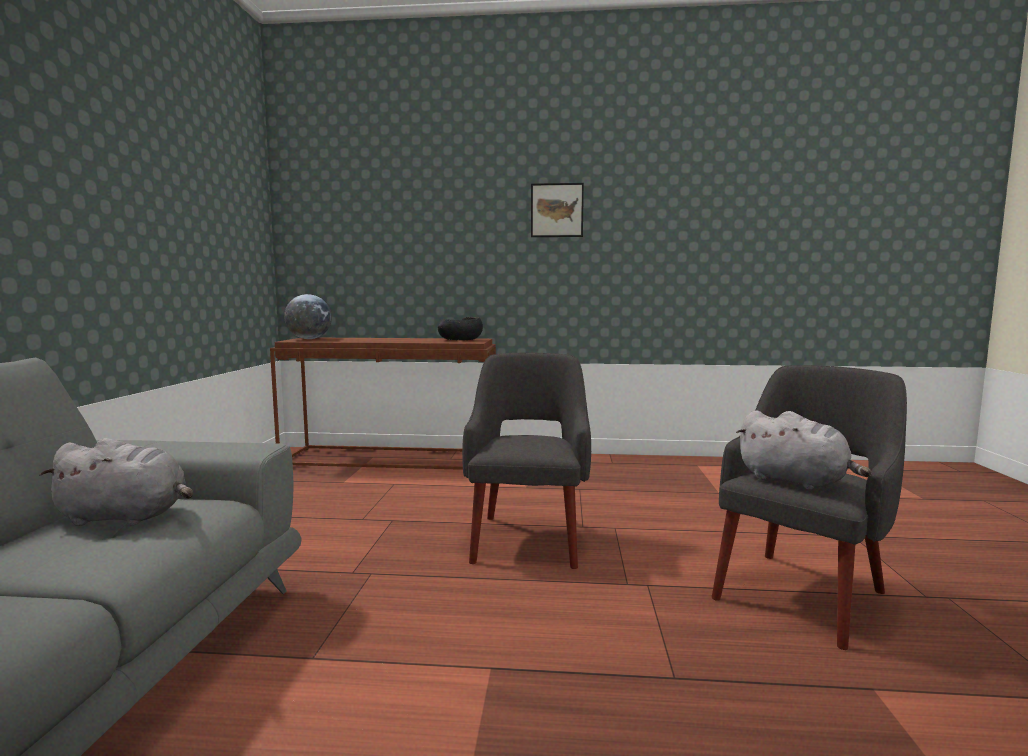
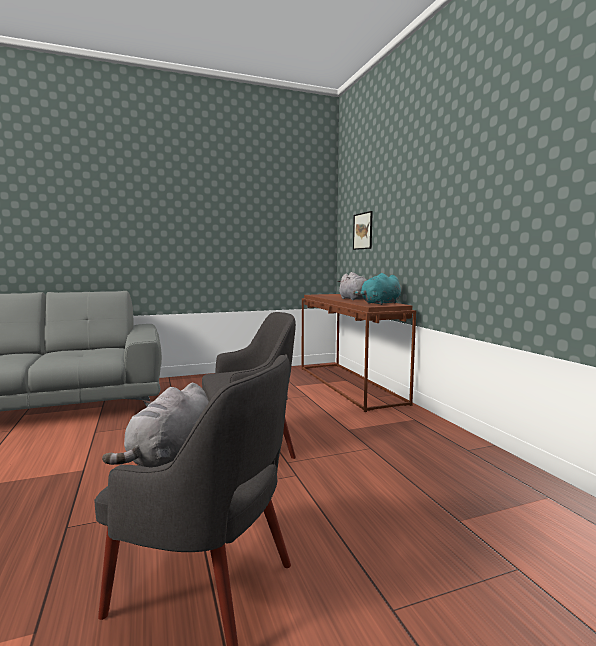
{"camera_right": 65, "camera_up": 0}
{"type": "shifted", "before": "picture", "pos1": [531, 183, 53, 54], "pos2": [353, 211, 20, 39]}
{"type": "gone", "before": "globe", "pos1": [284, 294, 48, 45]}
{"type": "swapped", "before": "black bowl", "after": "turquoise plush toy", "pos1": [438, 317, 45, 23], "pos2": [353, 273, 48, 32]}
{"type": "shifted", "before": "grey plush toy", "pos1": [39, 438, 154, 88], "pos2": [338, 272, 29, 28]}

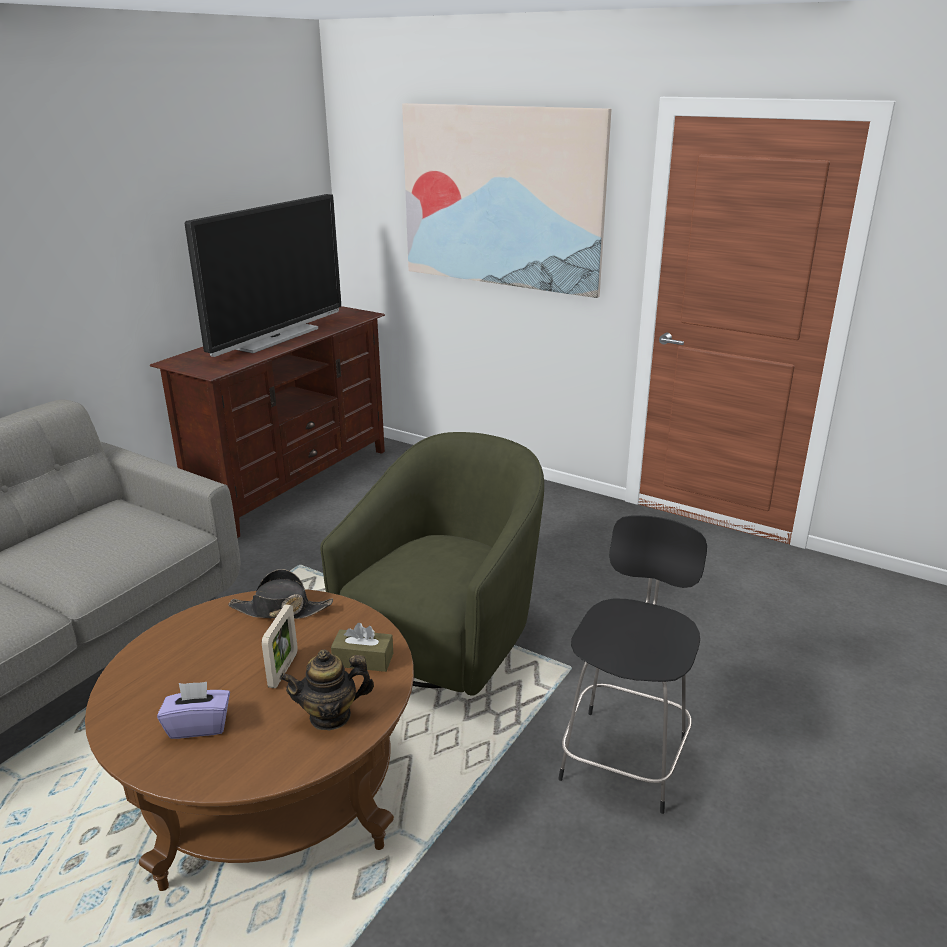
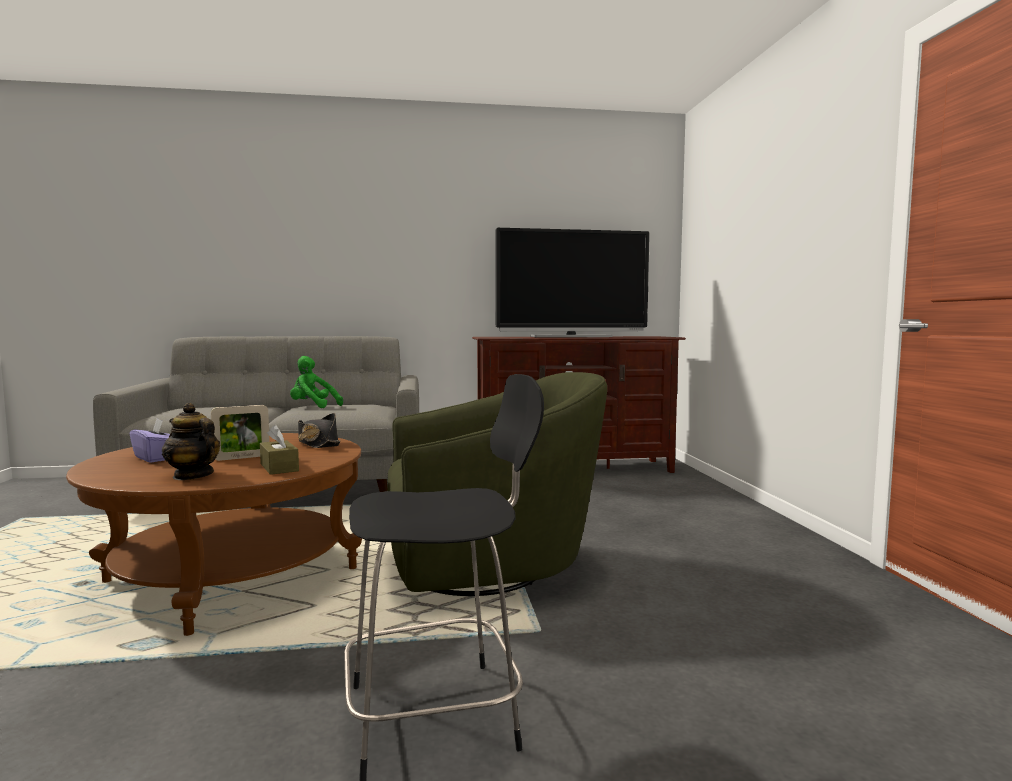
{"camera_right": 50, "camera_up": -20}
{"type": "gone", "before": "picture", "pos1": [402, 103, 209, 195]}
{"type": "new", "after": "green plush toy", "pos2": [290, 356, 53, 52]}

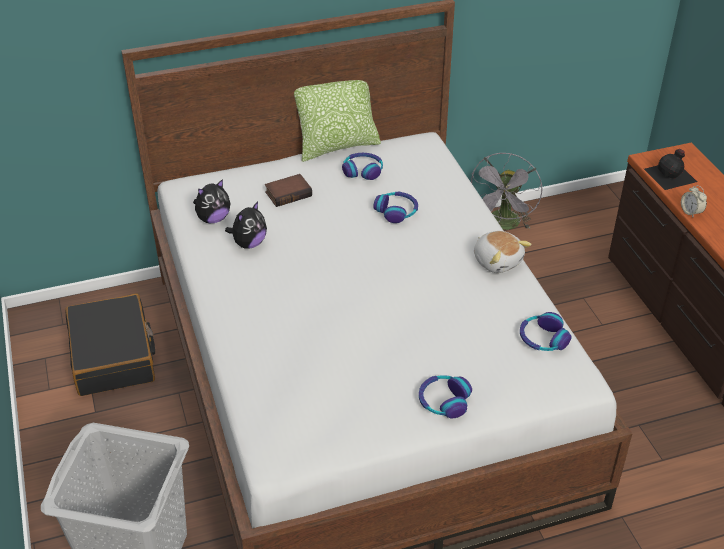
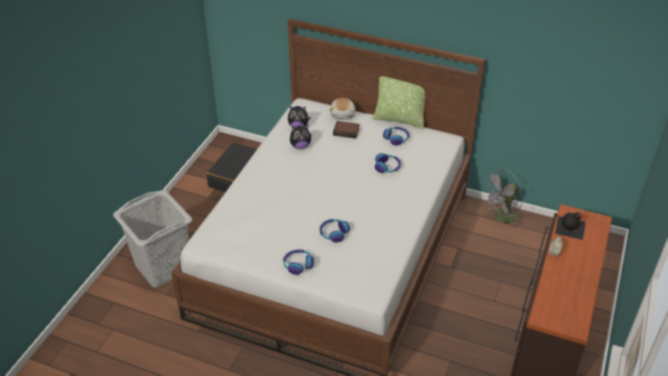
{"camera_right": 40, "camera_up": 0}
{"type": "shifted", "before": "plush toy", "pos1": [474, 231, 58, 42], "pos2": [329, 98, 26, 22]}
{"type": "shifted", "before": "headphones", "pos1": [520, 312, 52, 39], "pos2": [320, 219, 30, 23]}

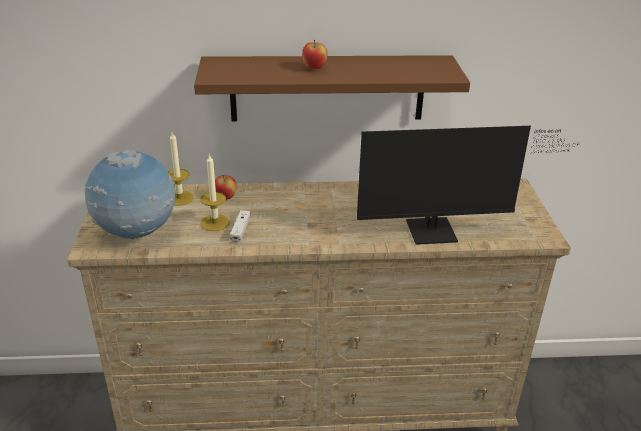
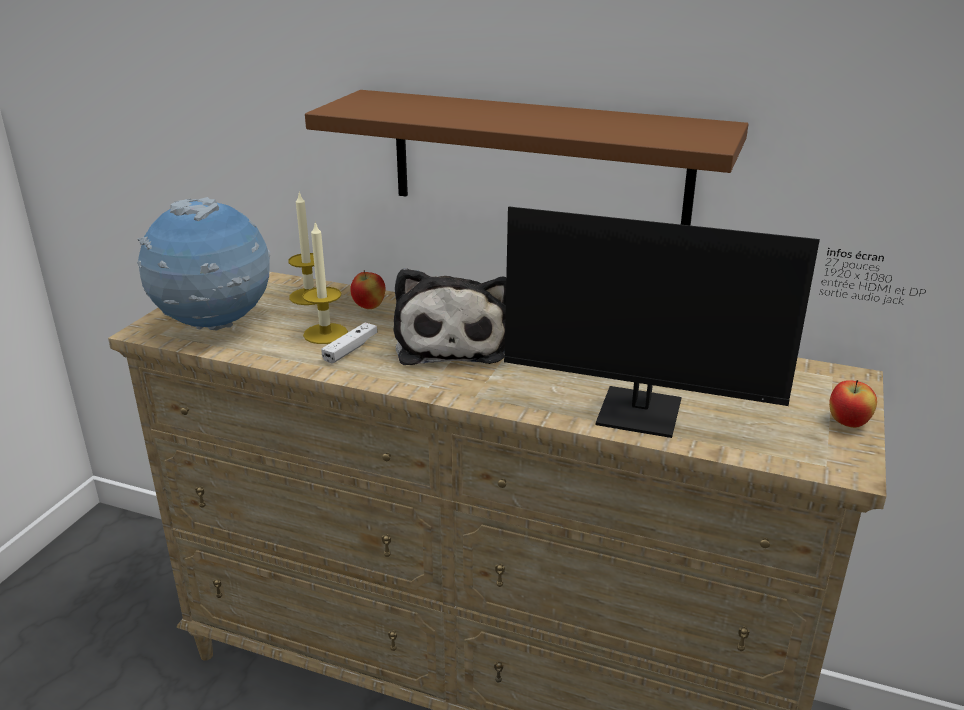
{"camera_right": 25, "camera_up": -5}
{"type": "shifted", "before": "apple", "pos1": [302, 40, 25, 30], "pos2": [829, 380, 48, 48]}
{"type": "new", "after": "plush toy", "pos2": [394, 268, 112, 97]}

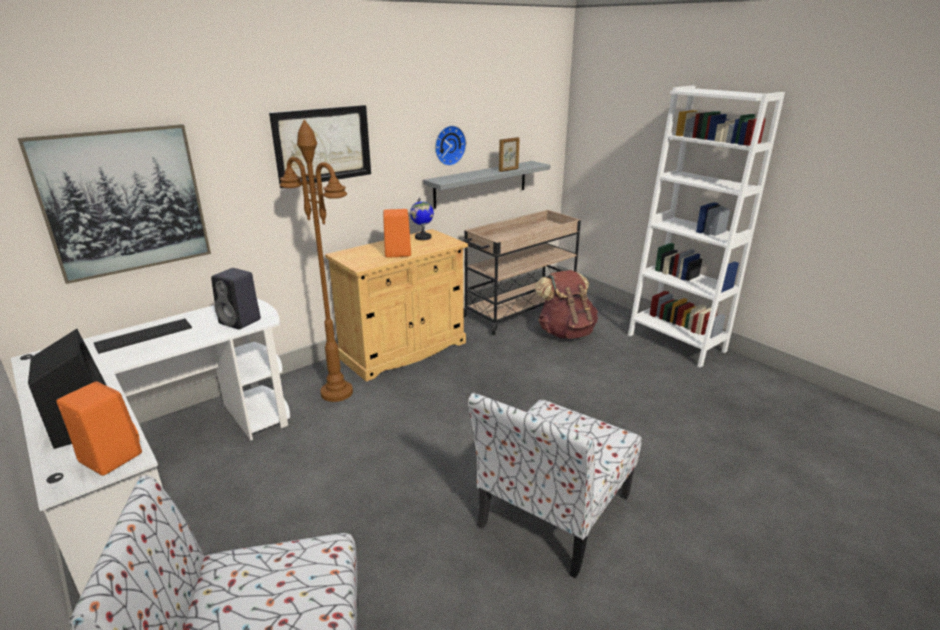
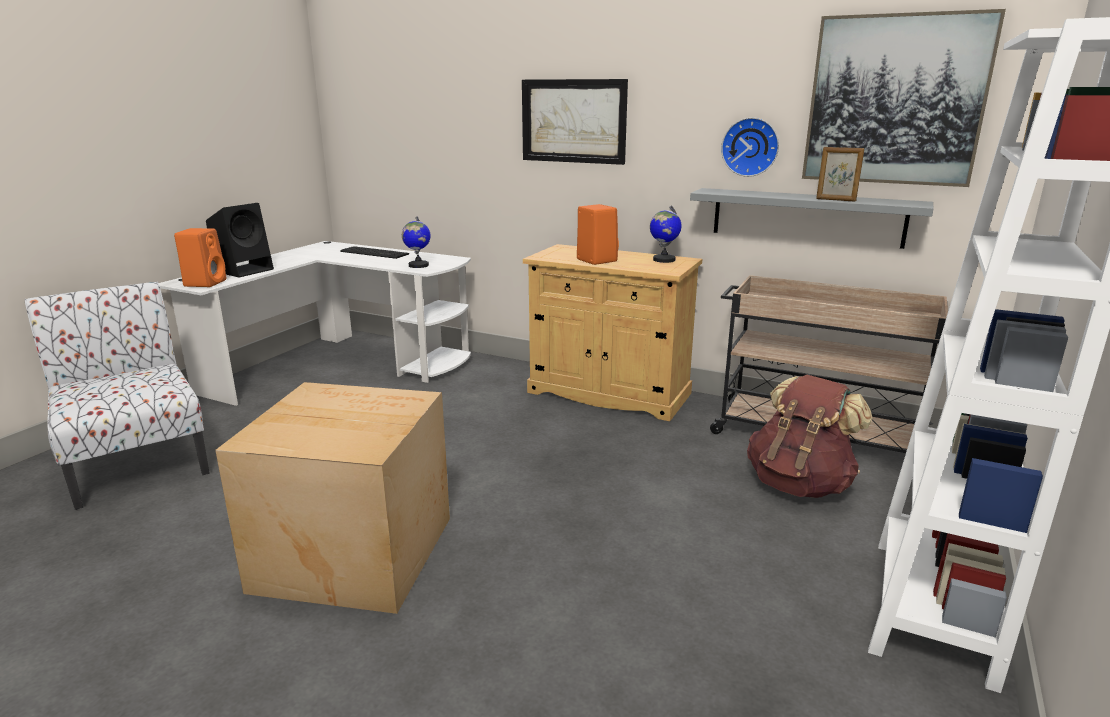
{"camera_right": 65, "camera_up": -5}
{"type": "gone", "before": "brown floor lamp", "pos1": [280, 119, 73, 283]}
{"type": "shifted", "before": "picture", "pos1": [18, 124, 193, 160], "pos2": [802, 9, 204, 178]}
{"type": "swapped", "before": "black speaker", "after": "globe", "pos1": [211, 268, 50, 62], "pos2": [402, 216, 28, 52]}
{"type": "swapped", "before": "chair", "after": "cardboard box", "pos1": [468, 393, 174, 185], "pos2": [215, 382, 235, 232]}

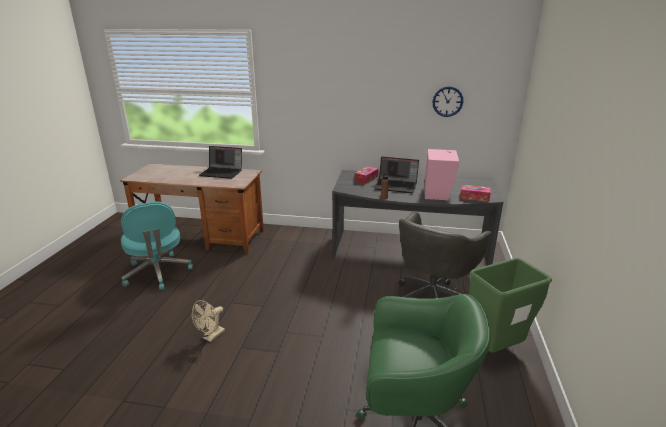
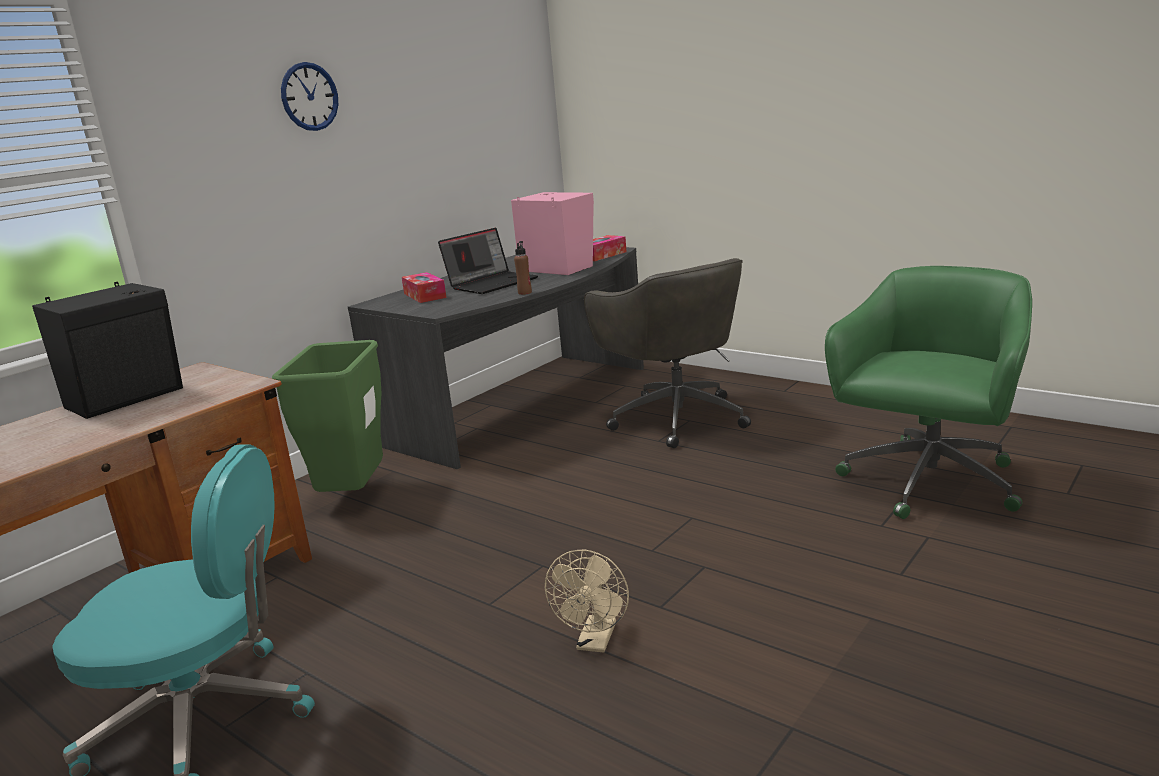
{"camera_right": -60, "camera_up": -5}
{"type": "shifted", "before": "wall clock", "pos1": [432, 86, 31, 31], "pos2": [281, 62, 57, 69]}
{"type": "swapped", "before": "laptop", "after": "black speaker", "pos1": [199, 146, 43, 33], "pos2": [32, 282, 151, 137]}
{"type": "shifted", "before": "green trash can", "pos1": [469, 258, 83, 95], "pos2": [272, 340, 111, 152]}
{"type": "rotated", "before": "beige fan", "pos1": [192, 300, 33, 42], "pos2": [545, 549, 84, 104], "turn": 45}

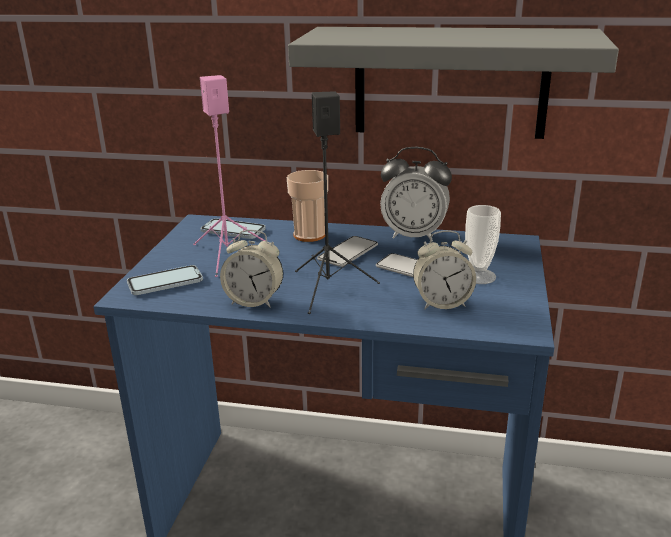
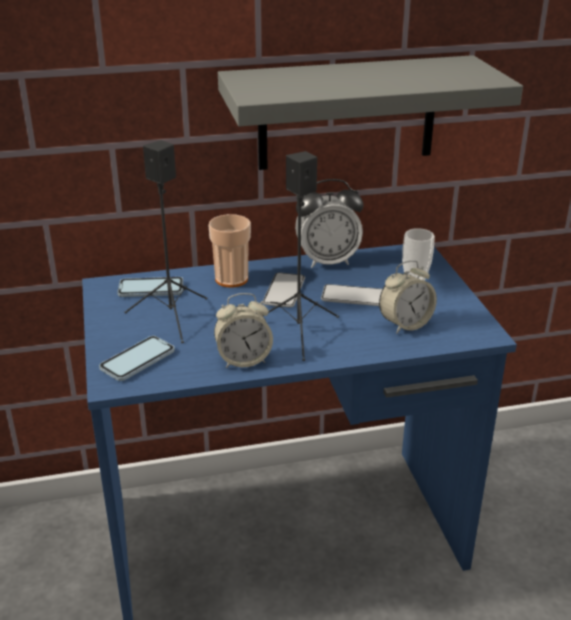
{"camera_right": -25, "camera_up": 5}
{"type": "repainted", "before": "pink speaker", "after": "black speaker", "pos1": [193, 75, 72, 202], "pos2": [125, 140, 83, 203]}

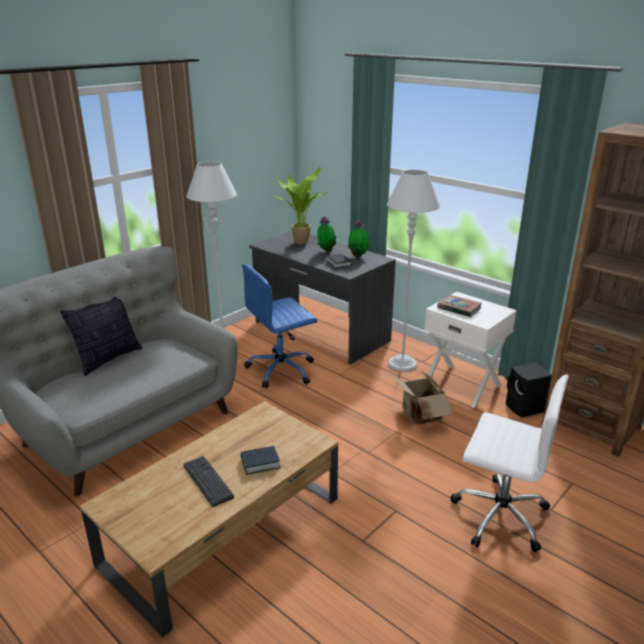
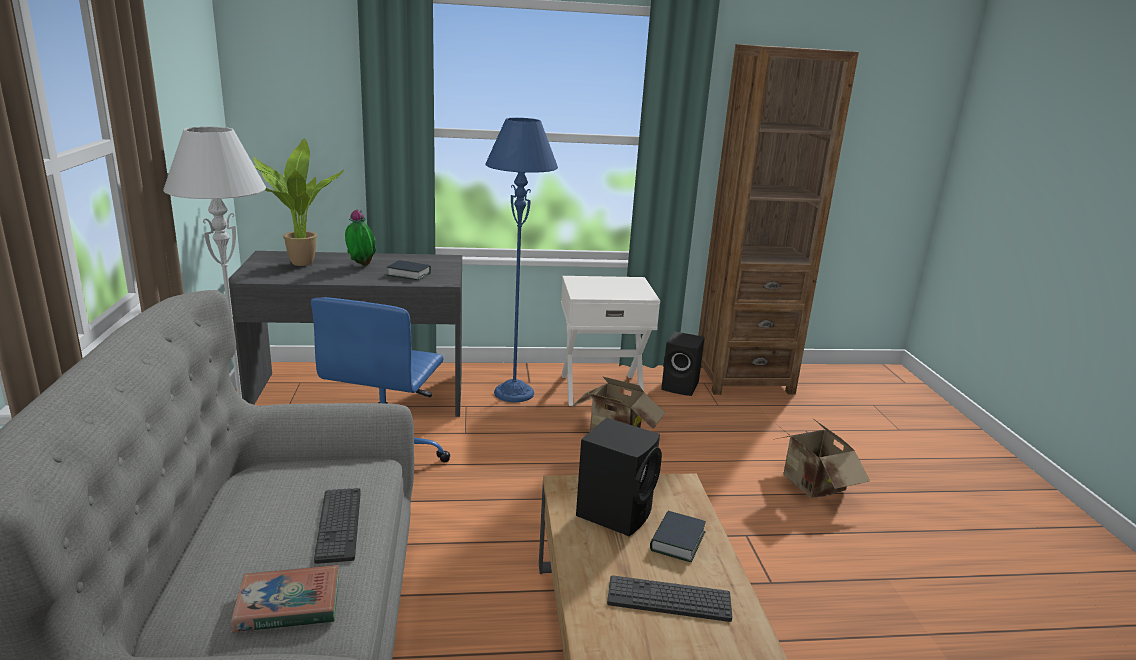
{"camera_right": -50, "camera_up": -5}
{"type": "repainted", "before": "grey floor lamp", "after": "blue floor lamp", "pos1": [387, 170, 53, 202], "pos2": [486, 118, 72, 284]}
{"type": "gone", "before": "potted plant", "pos1": [348, 220, 22, 38]}
{"type": "shifted", "before": "book", "pos1": [437, 295, 45, 22], "pos2": [231, 565, 108, 67]}
{"type": "gone", "before": "pillow", "pos1": [60, 296, 82, 80]}
{"type": "swapped", "before": "white office chair", "after": "cardboard box", "pos1": [451, 375, 118, 177], "pos2": [777, 419, 93, 79]}
{"type": "new", "after": "black speaker", "pos2": [576, 417, 86, 119]}
{"type": "new", "after": "keyboard", "pos2": [314, 488, 47, 76]}

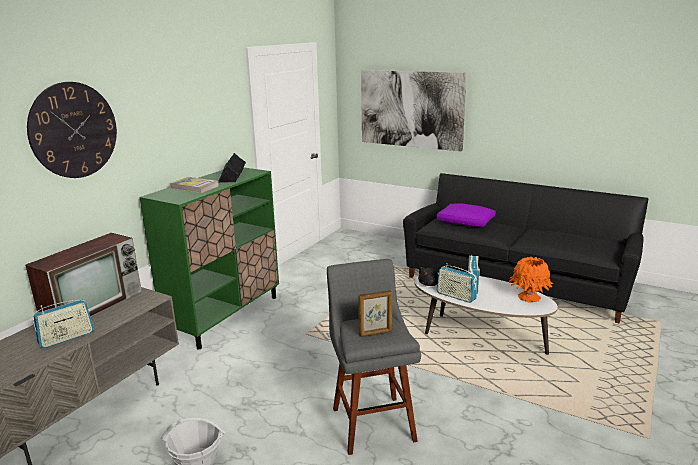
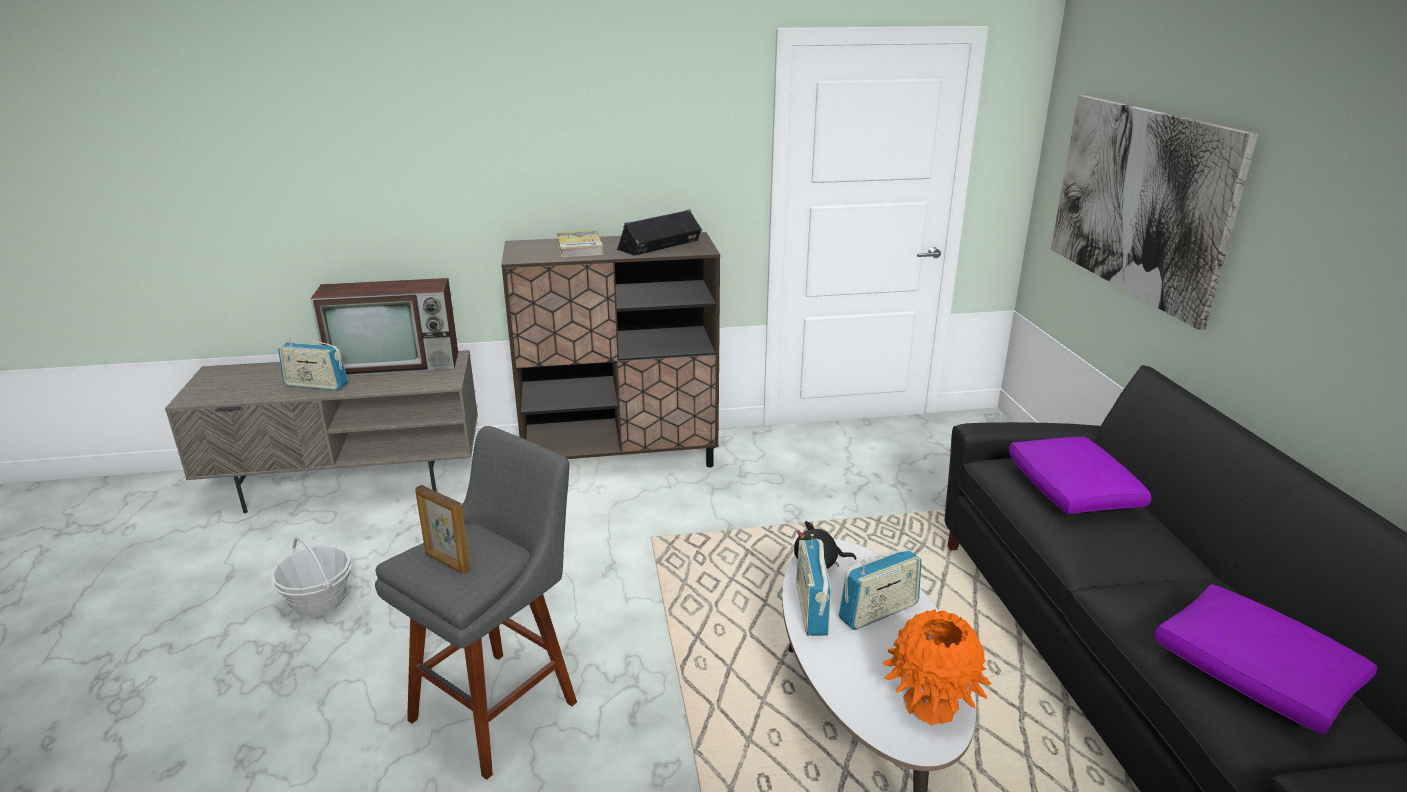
{"camera_right": 50, "camera_up": 5}
{"type": "gone", "before": "wall clock", "pos1": [27, 82, 90, 96]}
{"type": "repainted", "before": "green cabinet", "after": "brown cabinet", "pos1": [139, 168, 140, 182], "pos2": [501, 232, 219, 235]}
{"type": "new", "after": "purple pillow", "pos2": [1154, 584, 223, 150]}

